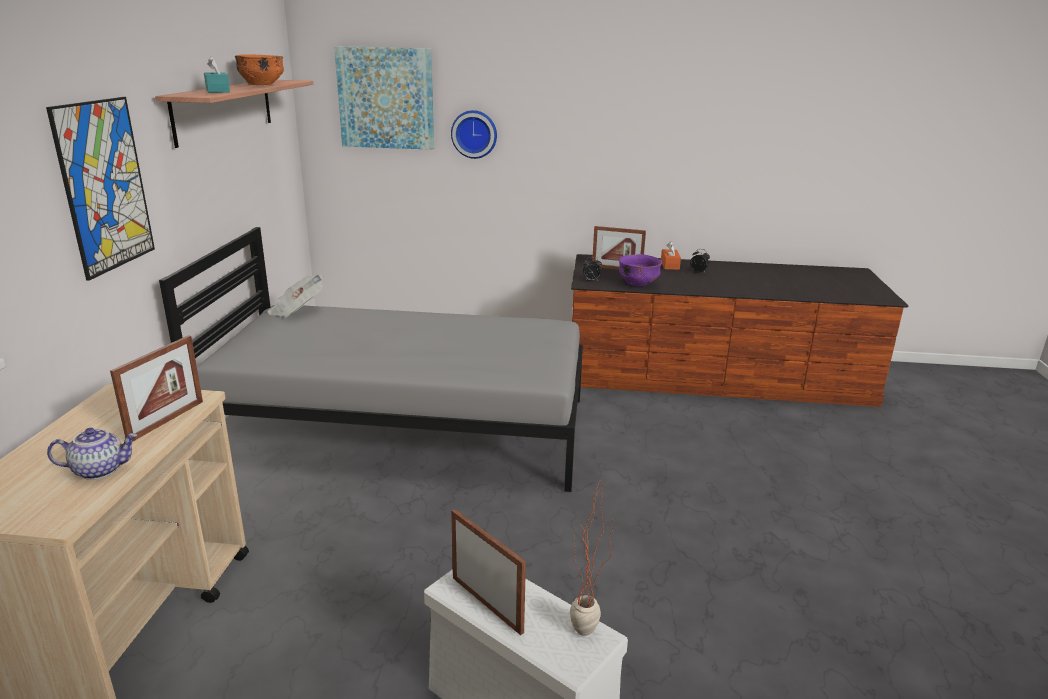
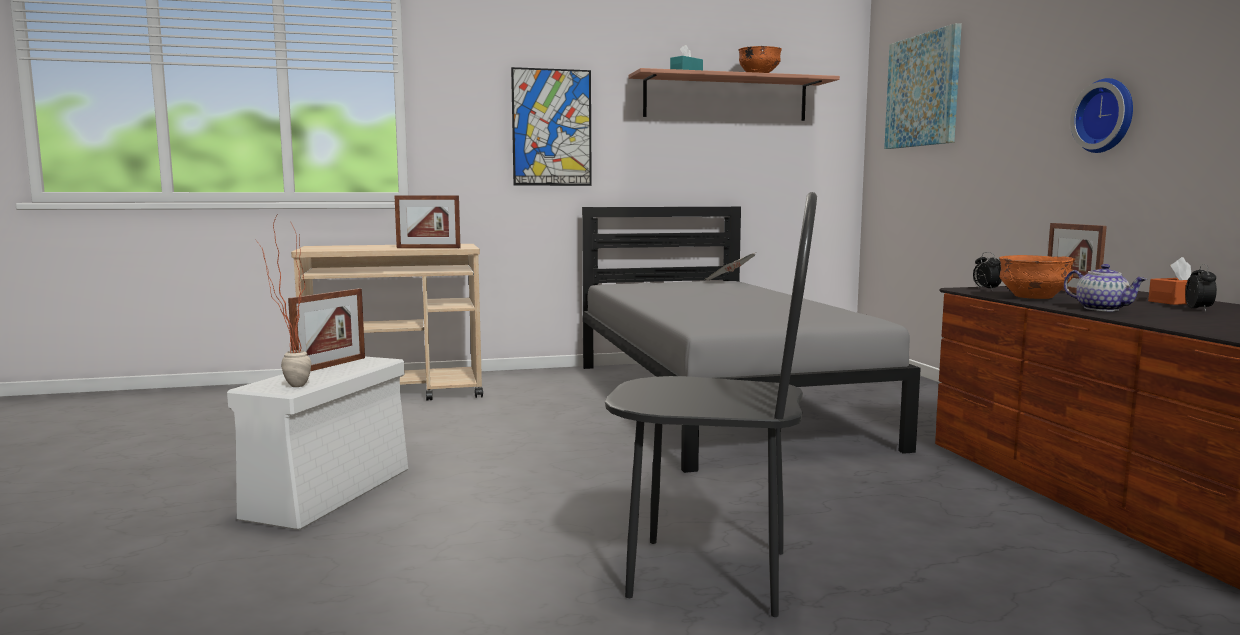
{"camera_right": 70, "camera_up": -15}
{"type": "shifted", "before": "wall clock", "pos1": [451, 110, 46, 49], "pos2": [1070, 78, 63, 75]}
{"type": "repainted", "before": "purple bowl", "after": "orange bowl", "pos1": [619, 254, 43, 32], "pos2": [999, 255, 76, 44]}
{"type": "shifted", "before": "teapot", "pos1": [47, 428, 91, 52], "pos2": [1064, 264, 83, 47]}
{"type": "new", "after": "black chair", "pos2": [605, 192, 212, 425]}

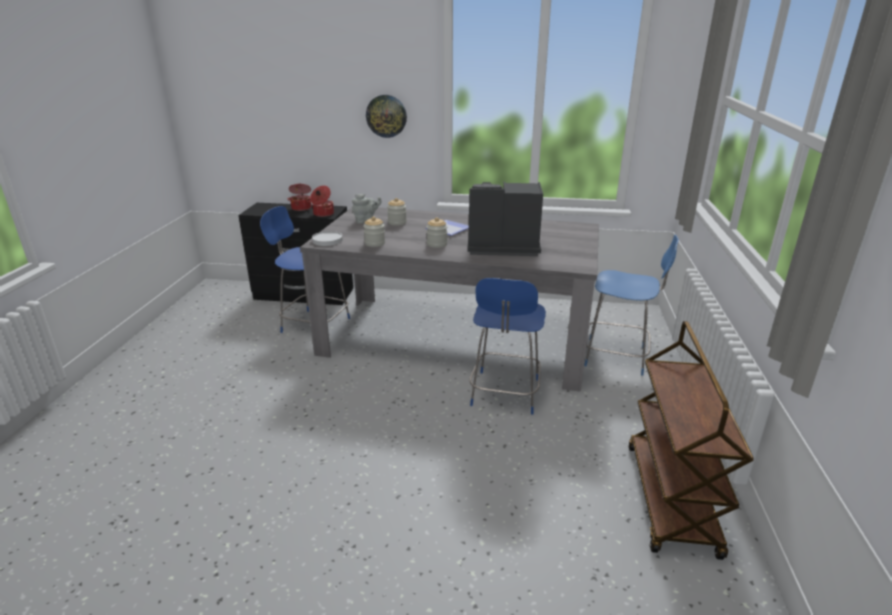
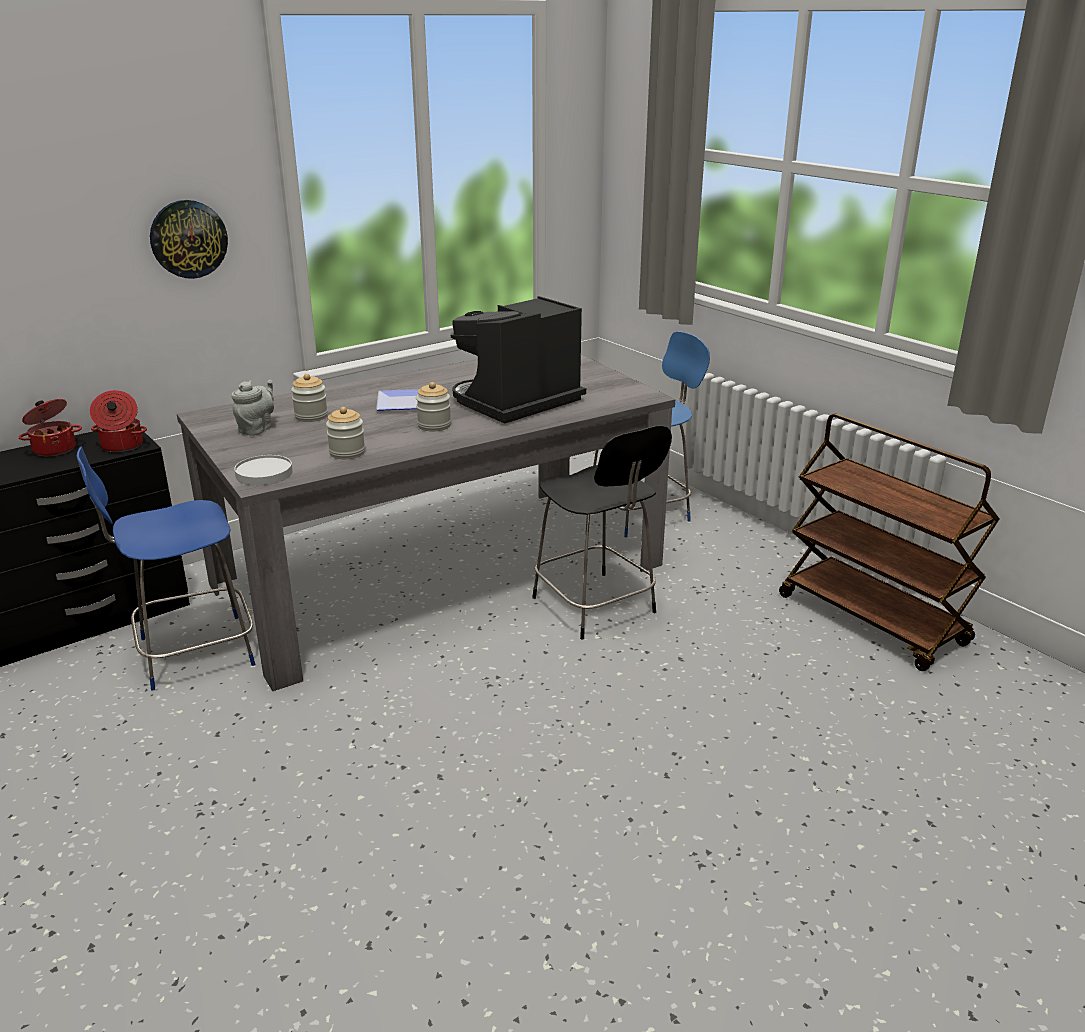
{"camera_right": -45, "camera_up": 0}
{"type": "repainted", "before": "blue chair", "after": "black chair", "pos1": [469, 278, 77, 136], "pos2": [532, 425, 140, 214]}

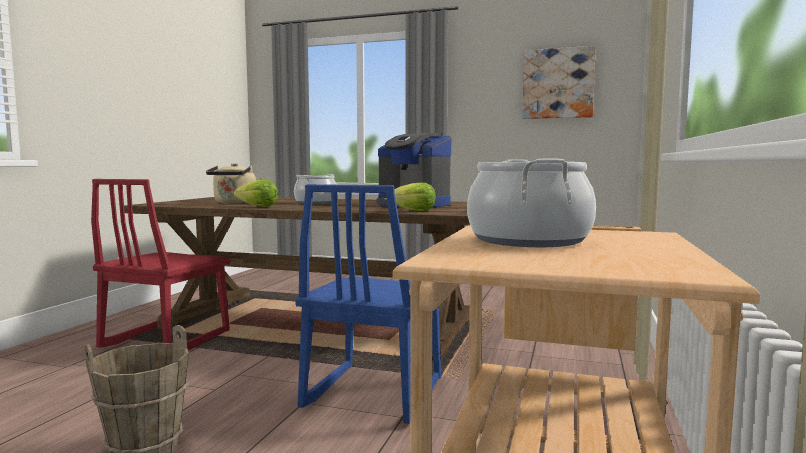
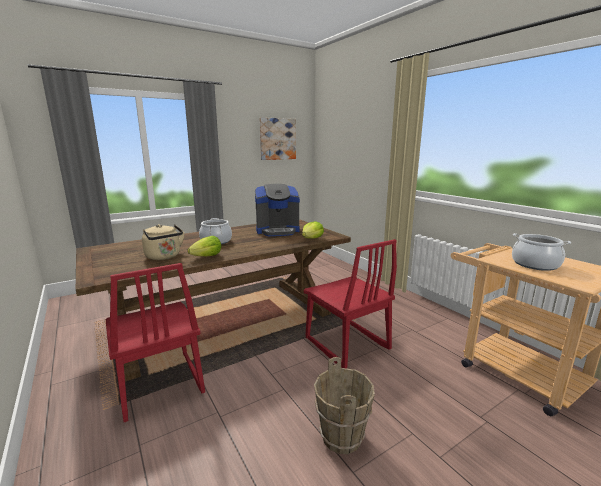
{"camera_right": -50, "camera_up": 10}
{"type": "repainted", "before": "blue chair", "after": "red chair", "pos1": [296, 184, 145, 240], "pos2": [304, 239, 93, 129]}

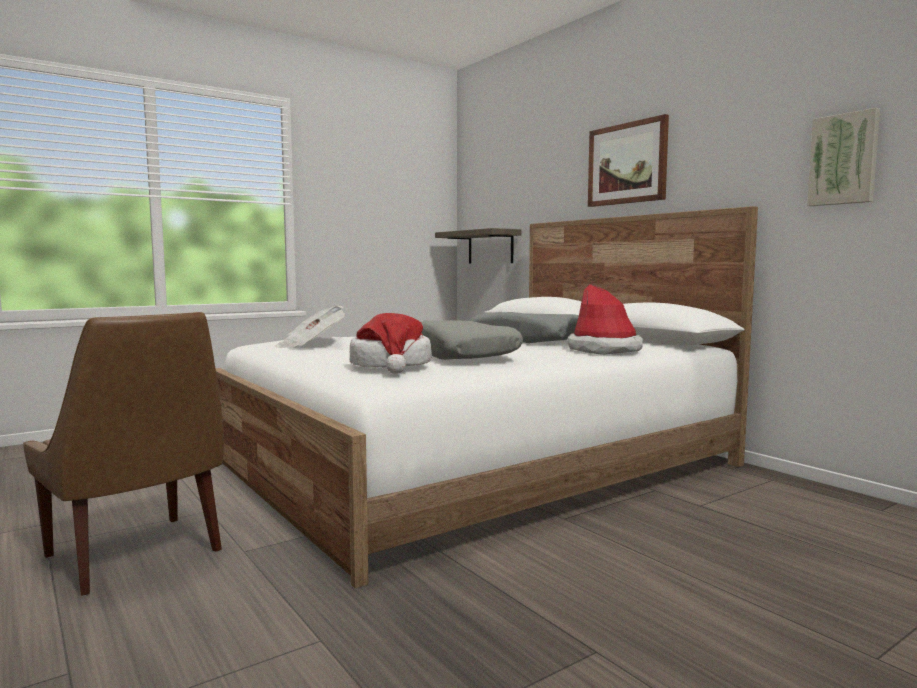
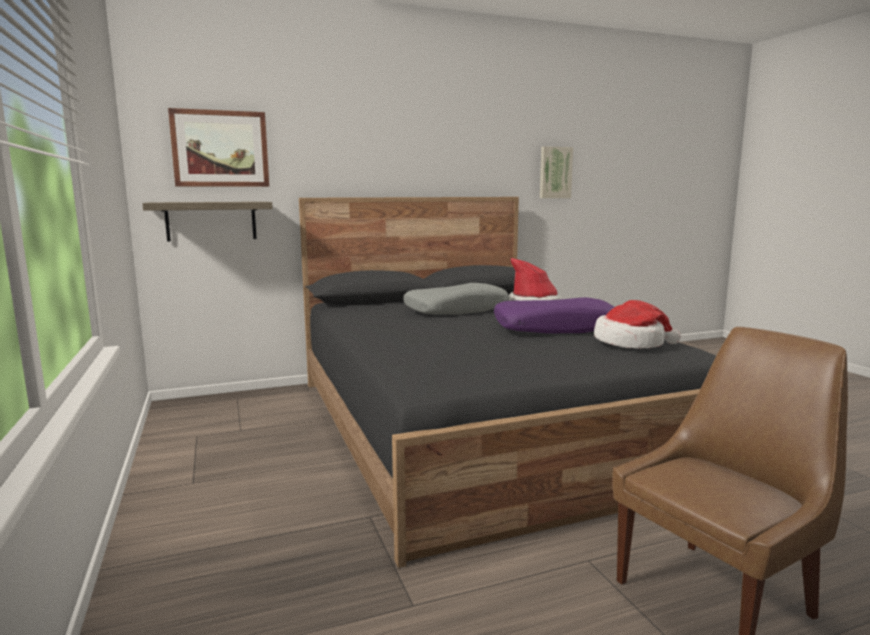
{"camera_right": -75, "camera_up": 5}
{"type": "shifted", "before": "picture", "pos1": [588, 114, 81, 93], "pos2": [168, 108, 101, 79]}
{"type": "repainted", "before": "white bed", "after": "black bed", "pos1": [215, 206, 543, 382], "pos2": [299, 197, 417, 371]}
{"type": "gone", "before": "newspaper", "pos1": [275, 306, 70, 42]}
{"type": "repainted", "before": "grey pillow", "after": "purple pillow", "pos1": [421, 320, 102, 40], "pos2": [494, 297, 120, 37]}

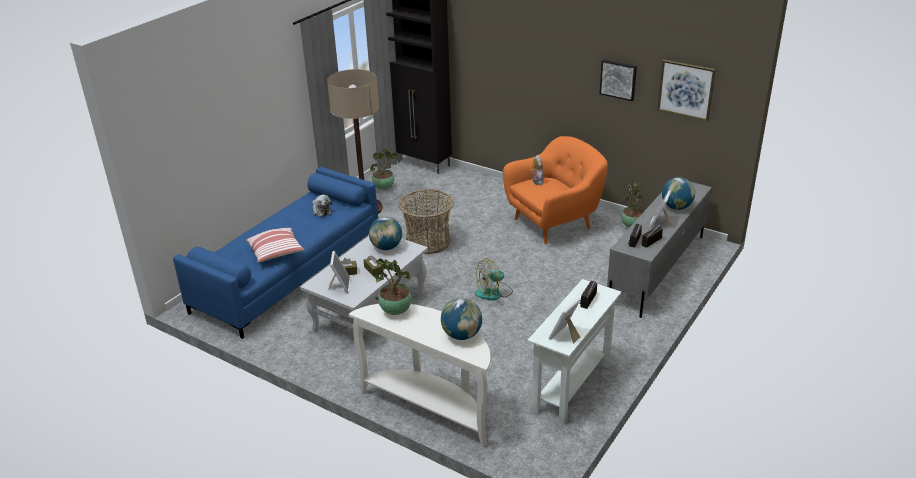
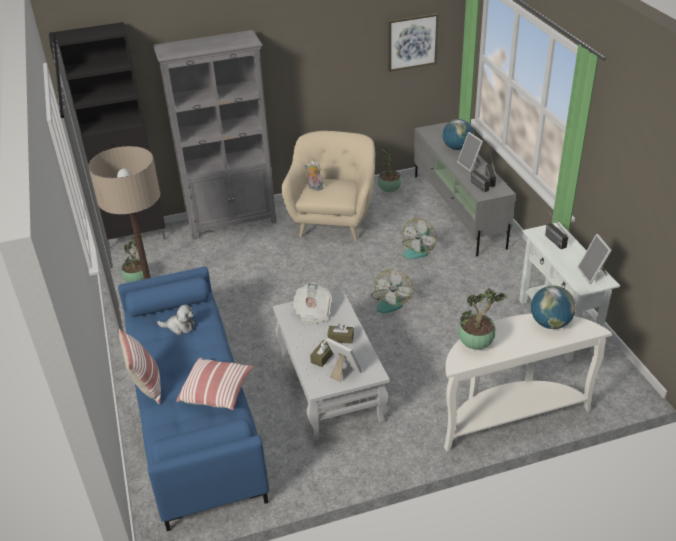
{"camera_right": -50, "camera_up": 5}
{"type": "gone", "before": "picture", "pos1": [600, 60, 37, 41]}
{"type": "repainted", "before": "orange armchair", "after": "beige armchair", "pos1": [503, 136, 105, 108], "pos2": [281, 131, 94, 110]}
{"type": "gone", "before": "basket", "pos1": [398, 189, 56, 65]}
{"type": "swapped", "before": "globe", "after": "newspaper", "pos1": [369, 217, 33, 33], "pos2": [292, 282, 40, 45]}
{"type": "new", "after": "grey bookcase", "pos2": [153, 30, 124, 210]}
{"type": "new", "after": "fan", "pos2": [402, 218, 35, 41]}
{"type": "new", "after": "pillow", "pos2": [119, 328, 42, 76]}

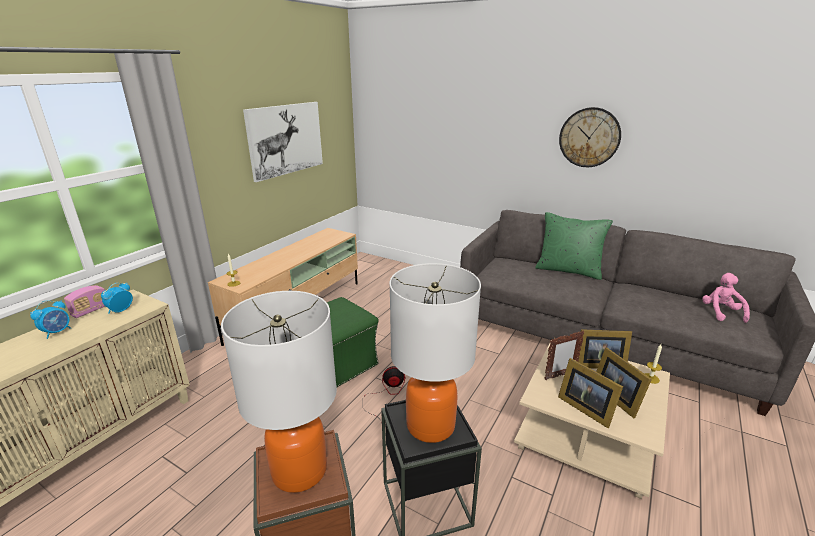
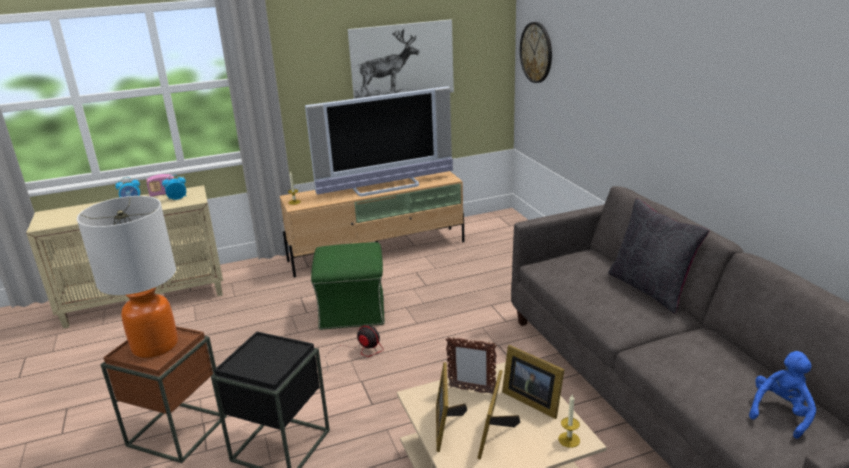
{"camera_right": 40, "camera_up": 0}
{"type": "shifted", "before": "wall clock", "pos1": [559, 107, 62, 60], "pos2": [520, 22, 32, 61]}
{"type": "repainted", "before": "green pillow", "after": "black pillow", "pos1": [535, 212, 78, 68], "pos2": [608, 198, 101, 115]}
{"type": "gone", "before": "table lamp", "pos1": [389, 263, 92, 180]}
{"type": "repainted", "before": "pink plush toy", "after": "blue plush toy", "pos1": [702, 273, 48, 50], "pos2": [749, 351, 67, 88]}
{"type": "new", "after": "television", "pos2": [305, 86, 148, 110]}

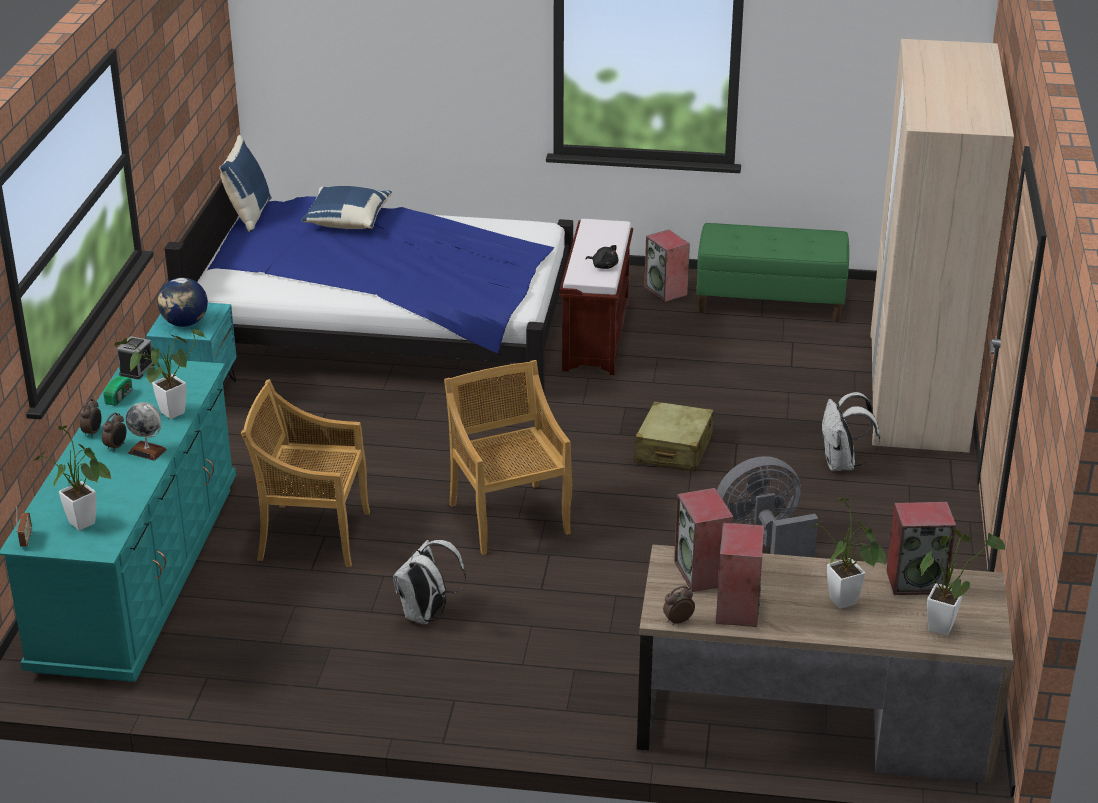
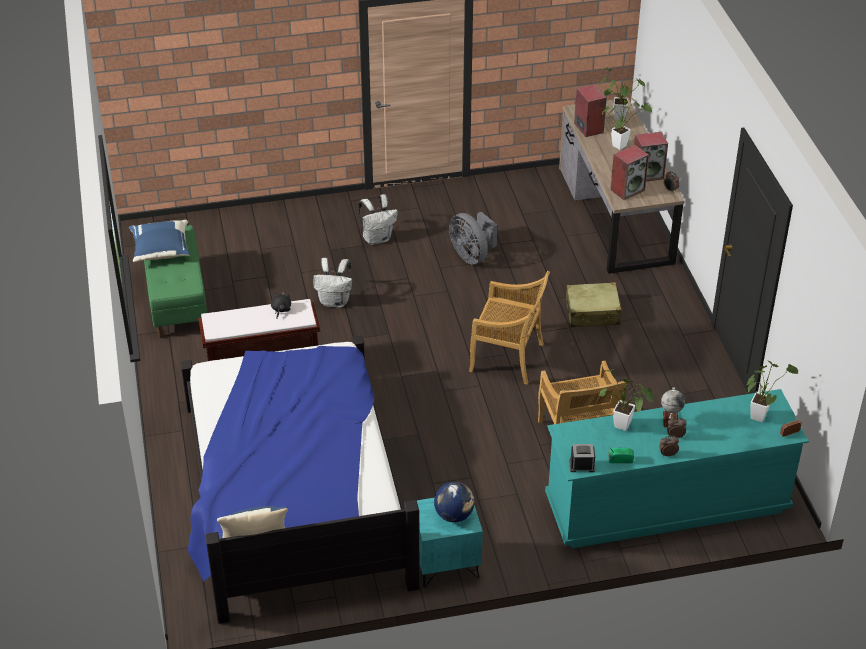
{"camera_right": -110, "camera_up": 10}
{"type": "gone", "before": "beige wardrobe", "pos1": [871, 39, 143, 414]}
{"type": "shifted", "before": "blue pillow", "pos1": [301, 186, 91, 43], "pos2": [129, 220, 62, 42]}
{"type": "gone", "before": "speaker", "pos1": [644, 230, 46, 72]}
{"type": "rotated", "before": "beige chair", "pos1": [444, 360, 128, 195], "pos2": [469, 271, 81, 113], "turn": -120}
{"type": "shifted", "before": "beige suitcase", "pos1": [634, 401, 80, 71], "pos2": [566, 282, 57, 45]}
{"type": "shifted", "before": "white backpack", "pos1": [393, 540, 73, 84], "pos2": [313, 258, 39, 50]}

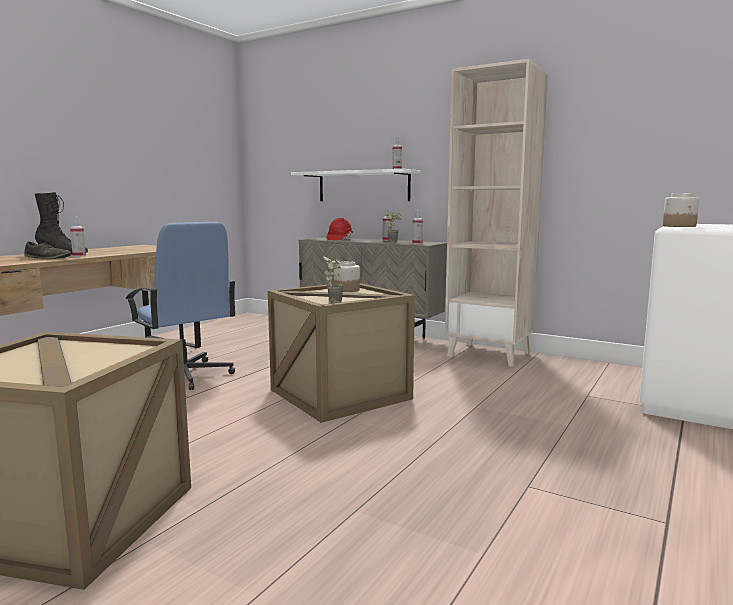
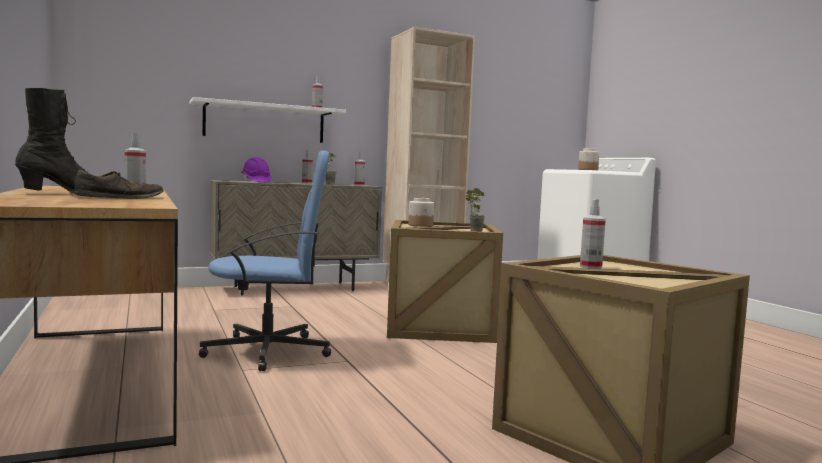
{"camera_right": -55, "camera_up": -5}
{"type": "repainted", "before": "red hard hat", "after": "purple hard hat", "pos1": [327, 218, 26, 22], "pos2": [242, 157, 29, 25]}
{"type": "new", "after": "spray bottle", "pos2": [580, 199, 26, 70]}

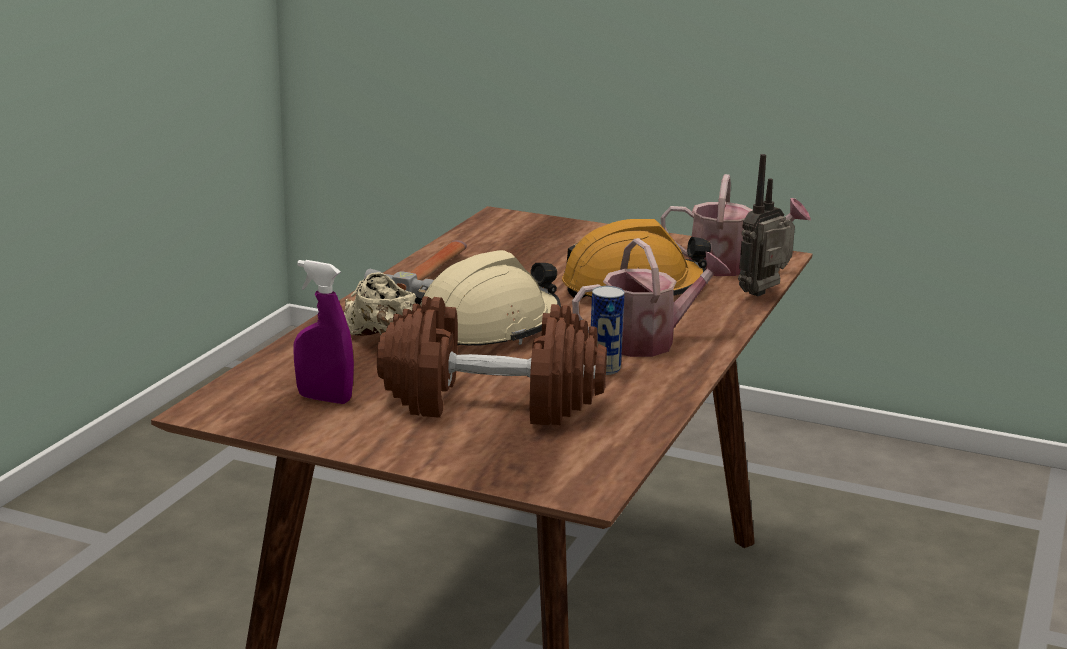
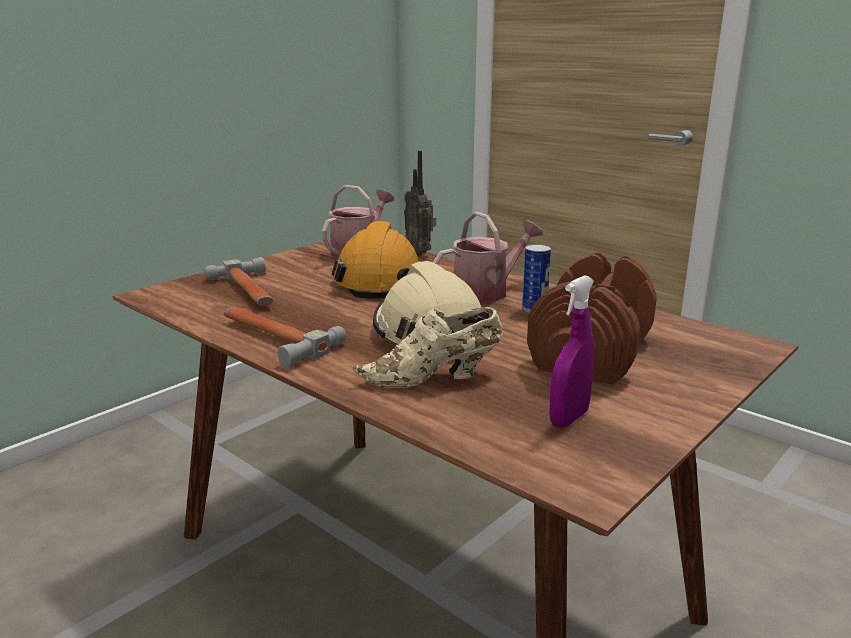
{"camera_right": -70, "camera_up": 0}
{"type": "rotated", "before": "watering can", "pos1": [572, 238, 159, 119], "pos2": [433, 212, 110, 91], "turn": 60}
{"type": "new", "after": "hammer", "pos2": [204, 257, 69, 49]}

